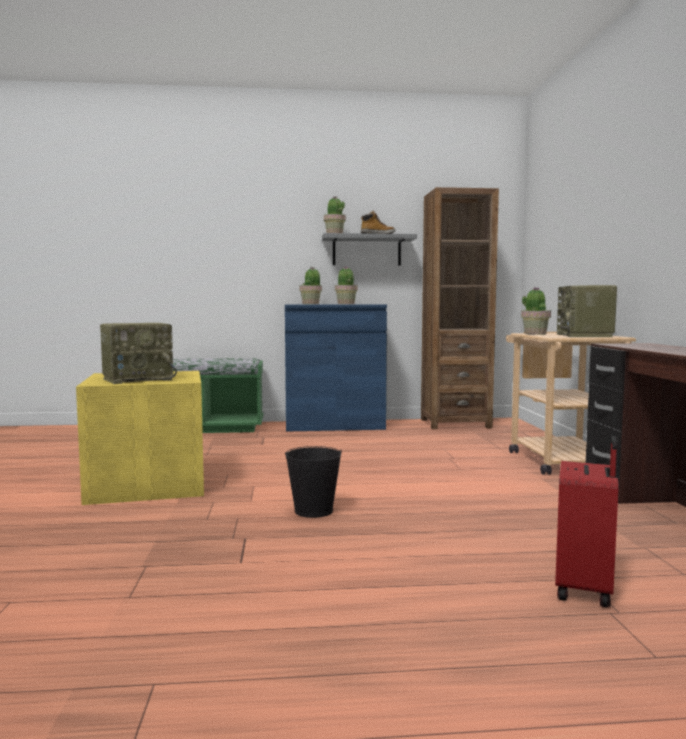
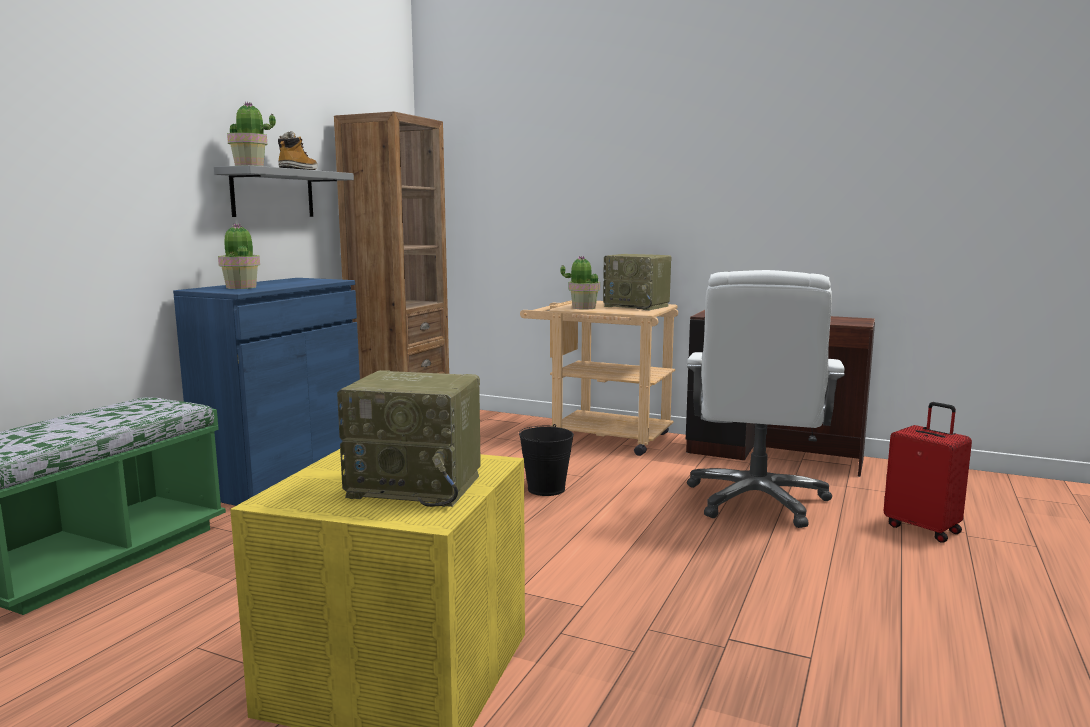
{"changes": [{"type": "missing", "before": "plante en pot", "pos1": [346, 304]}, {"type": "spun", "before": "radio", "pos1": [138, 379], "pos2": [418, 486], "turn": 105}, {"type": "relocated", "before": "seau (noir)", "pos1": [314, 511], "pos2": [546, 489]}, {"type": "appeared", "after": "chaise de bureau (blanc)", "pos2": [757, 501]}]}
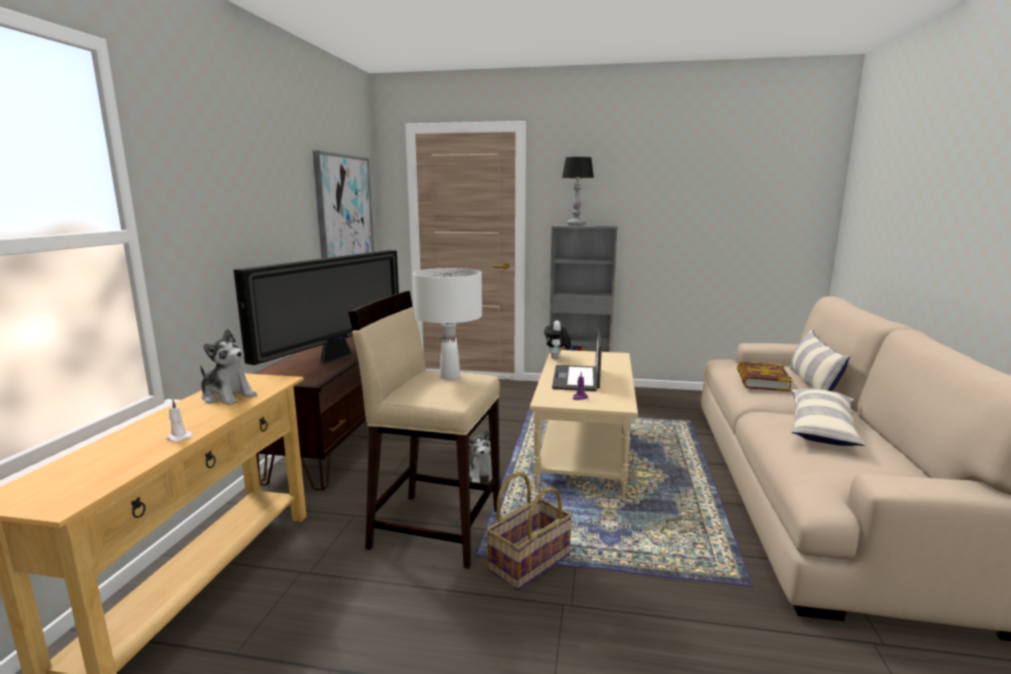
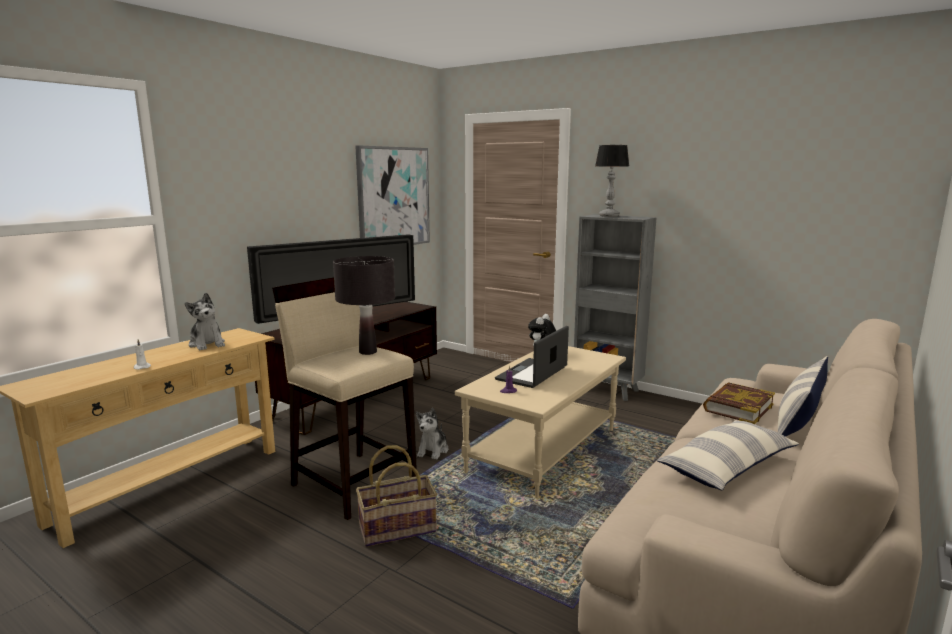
{"changes": [{"type": "colour", "before": "lampe de table (blanc)", "after": "lampe de table (noir)", "pos1": [450, 377], "pos2": [367, 352]}]}
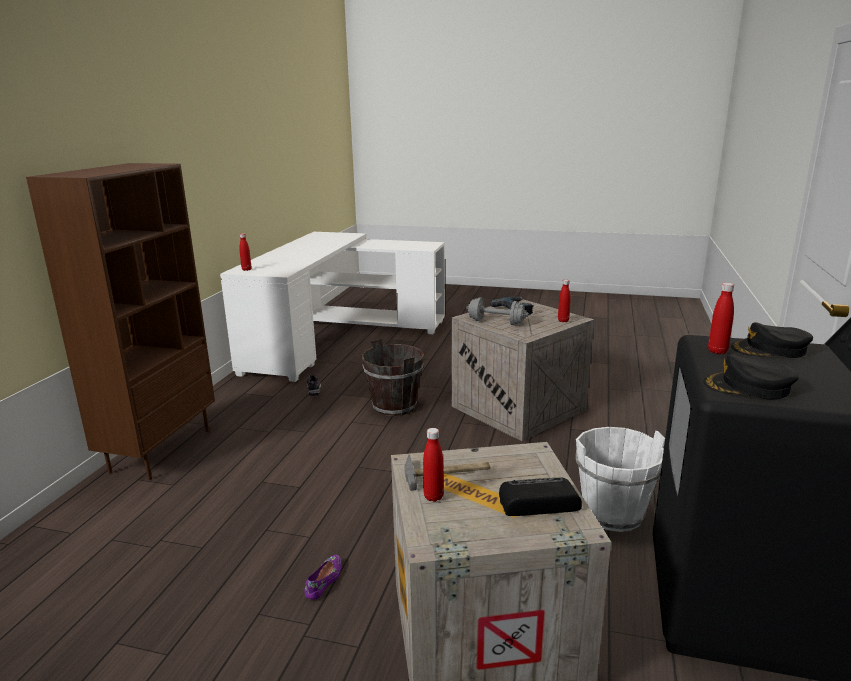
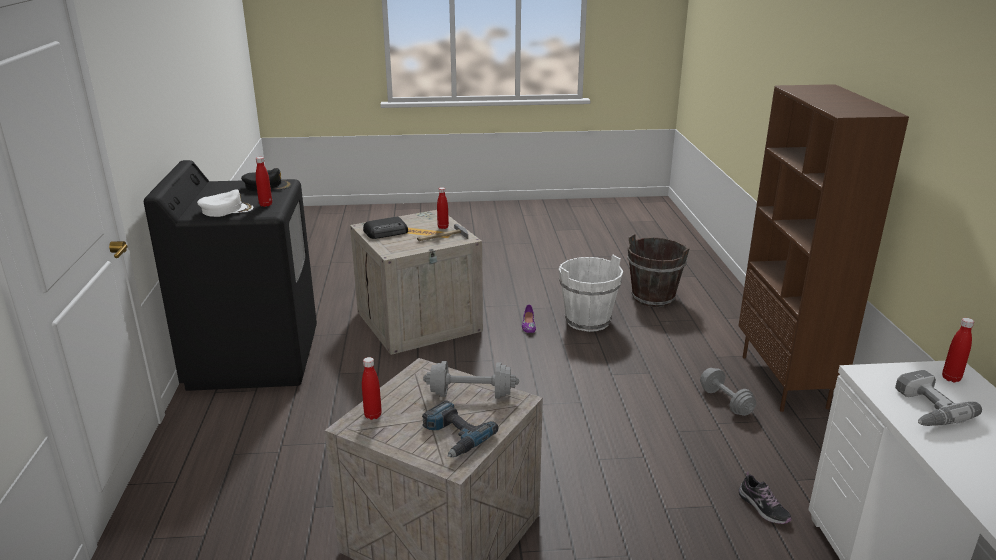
{"changes": [{"type": "colour", "before": "casquette (noir)", "after": "casquette (blanc)", "pos1": [770, 349], "pos2": [226, 210]}, {"type": "relocated", "before": "seau (marron)", "pos1": [394, 406], "pos2": [653, 298]}, {"type": "relocated", "before": "seau (blanc)", "pos1": [612, 513], "pos2": [588, 321]}, {"type": "appeared", "after": "haltère (gris)", "pos2": [725, 402]}, {"type": "appeared", "after": "perceuse", "pos2": [924, 408]}]}
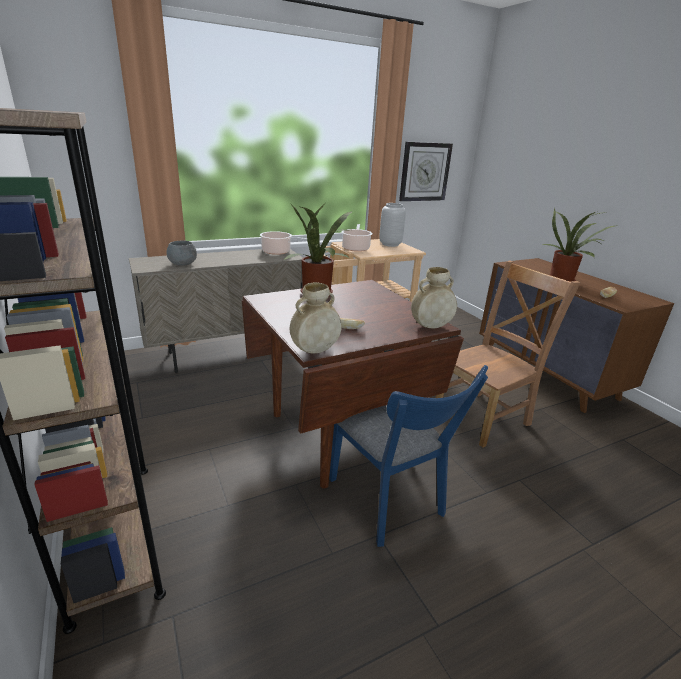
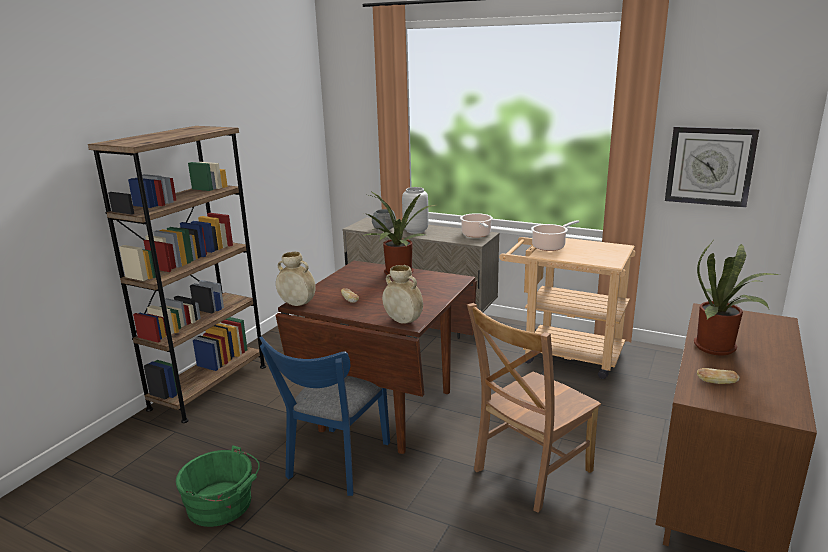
{"changes": [{"type": "relocated", "before": "vase (gris)", "pos1": [390, 244], "pos2": [415, 231]}, {"type": "spun", "before": "chaise (marron)", "pos1": [484, 417], "pos2": [529, 472], "turn": 120}, {"type": "appeared", "after": "seau (vert)", "pos2": [223, 505]}]}
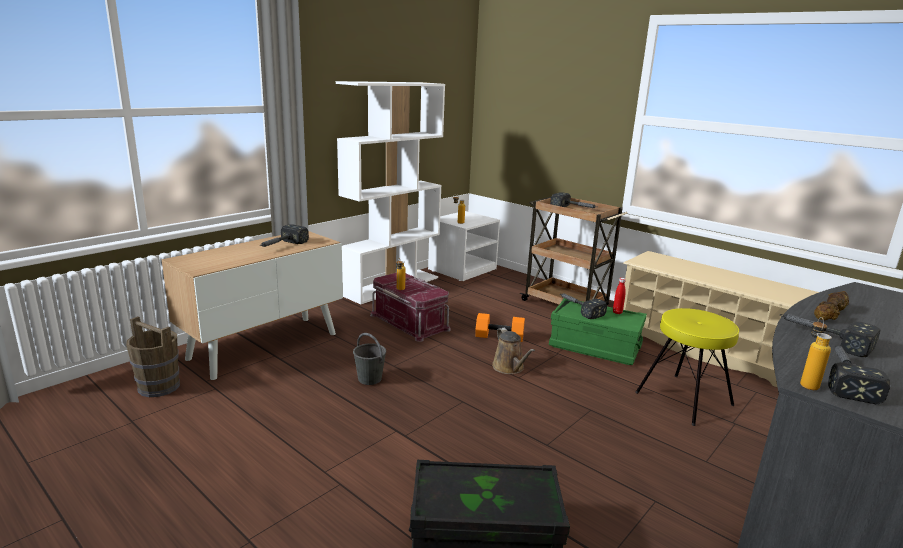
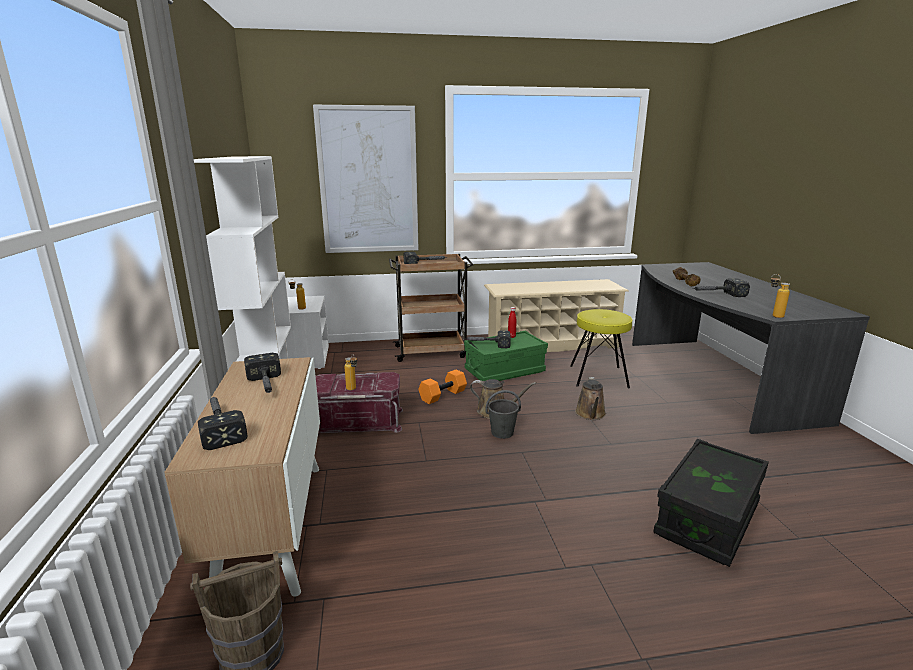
{"changes": [{"type": "relocated", "before": "seau (gris)", "pos1": [370, 379], "pos2": [502, 433]}, {"type": "relocated", "before": "marteau", "pos1": [845, 377], "pos2": [220, 425]}, {"type": "appeared", "after": "tableau", "pos2": [368, 181]}, {"type": "appeared", "after": "arrosoir (marron)", "pos2": [590, 414]}]}
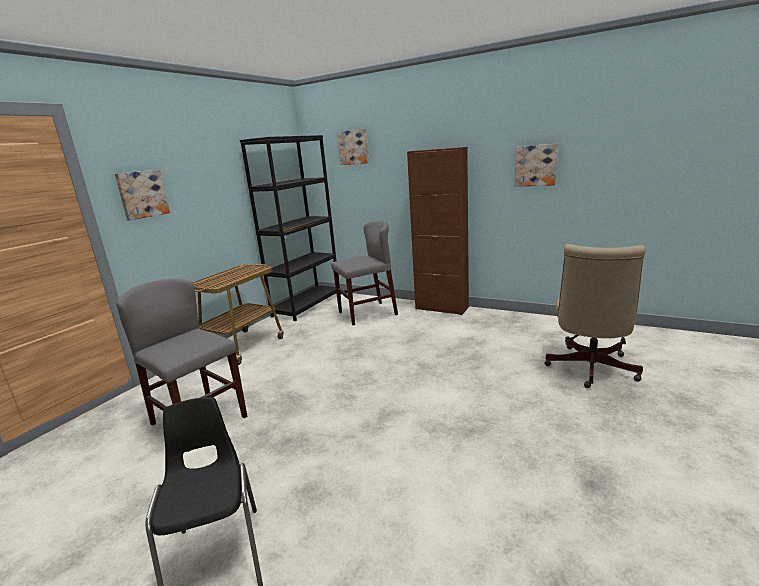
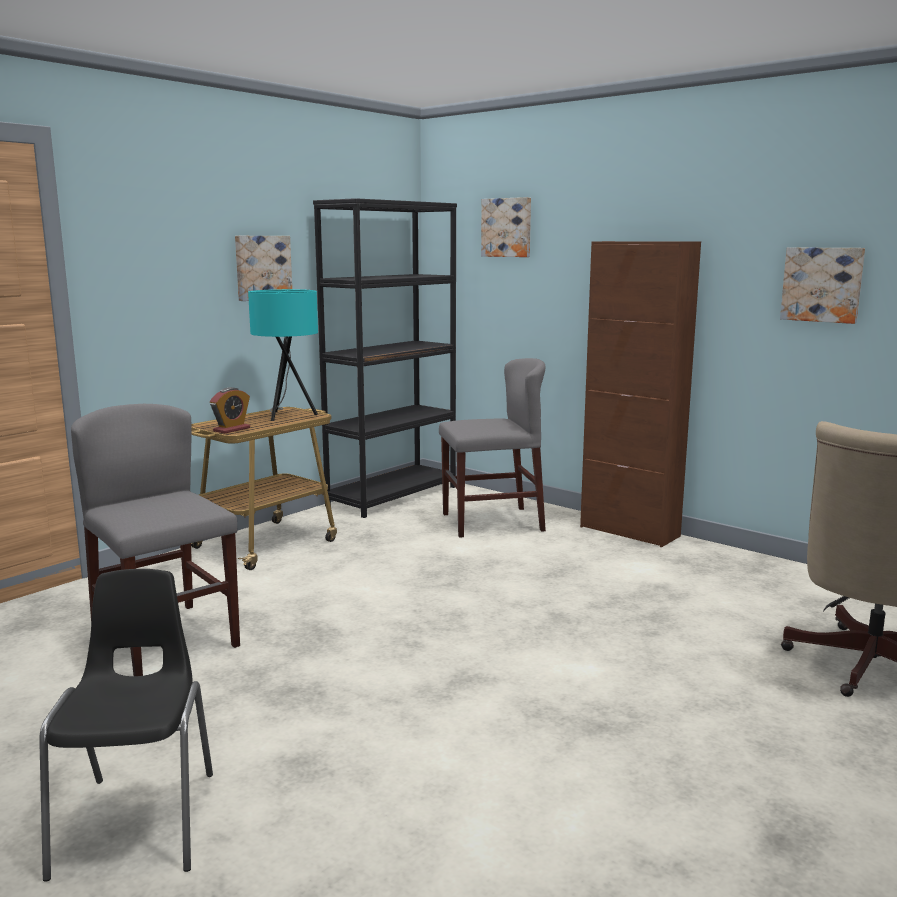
{"changes": [{"type": "relocated", "before": "tableau", "pos1": [142, 194], "pos2": [262, 267]}, {"type": "appeared", "after": "lampe de table (turquoise)", "pos2": [287, 416]}, {"type": "appeared", "after": "réveil", "pos2": [231, 429]}]}
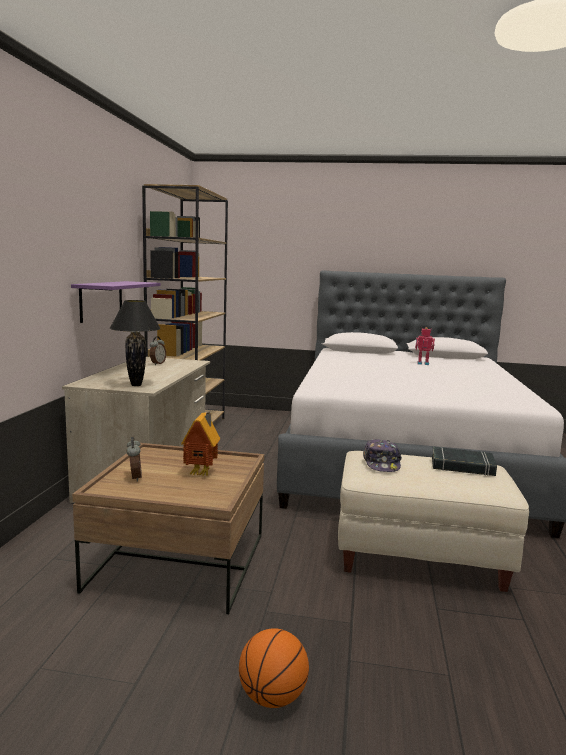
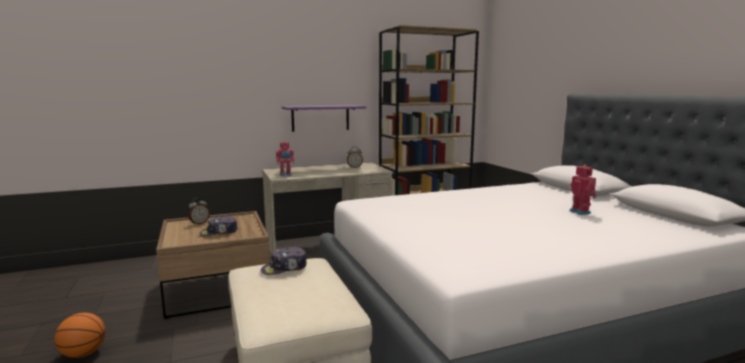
{"changes": [{"type": "exchanged", "before": "lampe de table (noir)", "after": "robot jouet", "pos1": [136, 385], "pos2": [285, 175]}, {"type": "exchanged", "before": "maison miniature", "after": "casquette", "pos1": [202, 473], "pos2": [219, 233]}, {"type": "missing", "before": "livre (noir)", "pos1": [462, 466]}]}
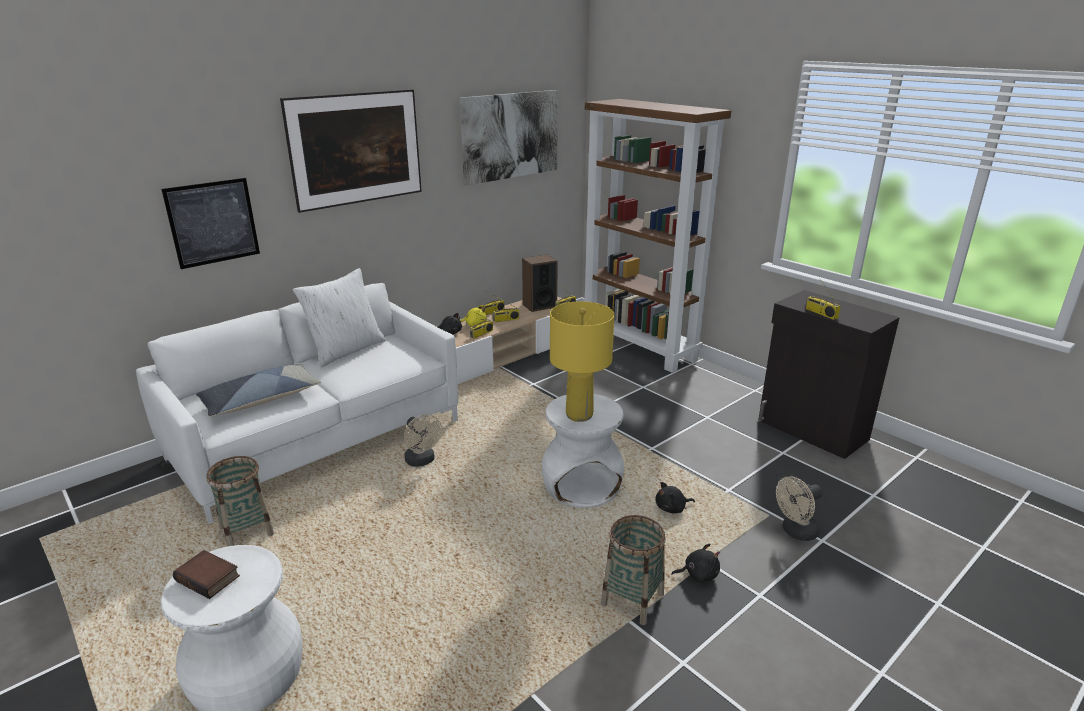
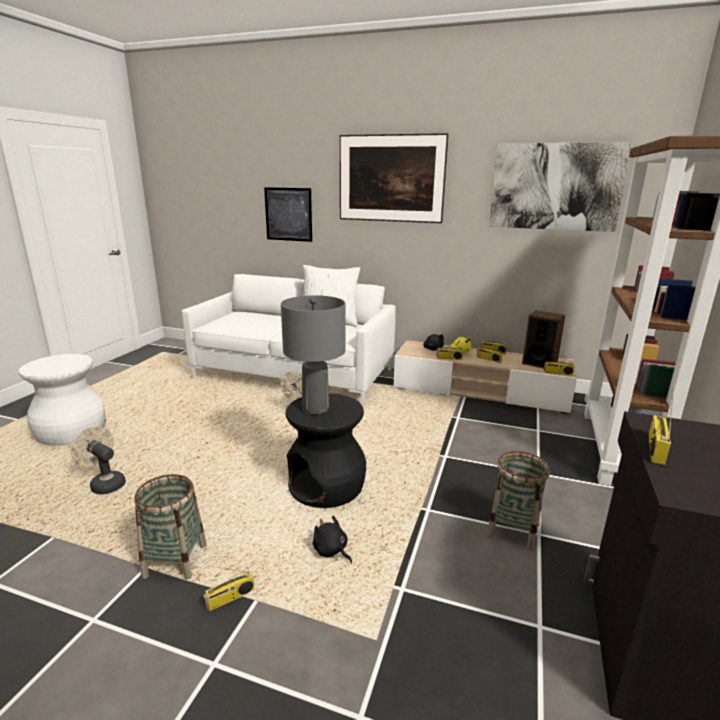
{"changes": [{"type": "colour", "before": "lampe de table (jaune)", "after": "lampe de table (gris)", "pos1": [579, 415], "pos2": [315, 409]}, {"type": "missing", "before": "coussin", "pos1": [260, 399]}, {"type": "colour", "before": "tabouret (blanc)", "after": "tabouret (noir)", "pos1": [582, 485], "pos2": [327, 485]}, {"type": "relocated", "before": "panier", "pos1": [247, 532], "pos2": [513, 530]}, {"type": "relocated", "before": "ventilateur (beige)", "pos1": [795, 532], "pos2": [105, 484]}, {"type": "exchanged", "before": "peluche (noir)", "after": "radio", "pos1": [698, 574], "pos2": [230, 599]}, {"type": "missing", "before": "livre", "pos1": [209, 578]}]}
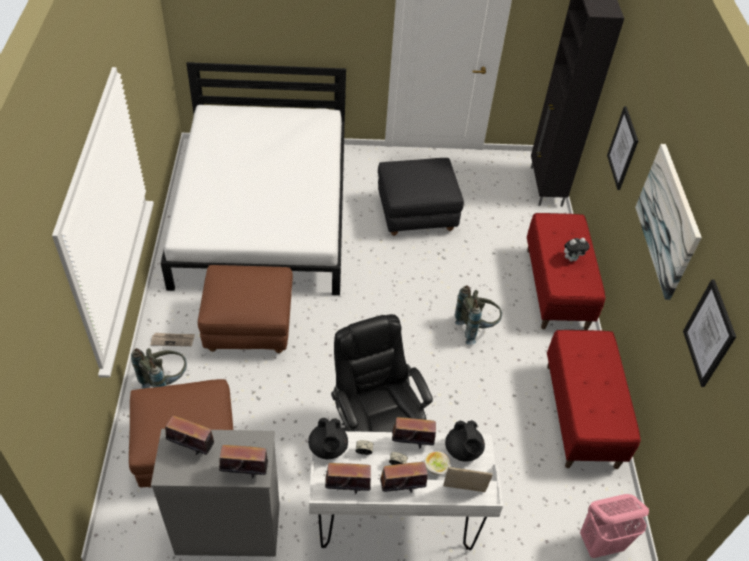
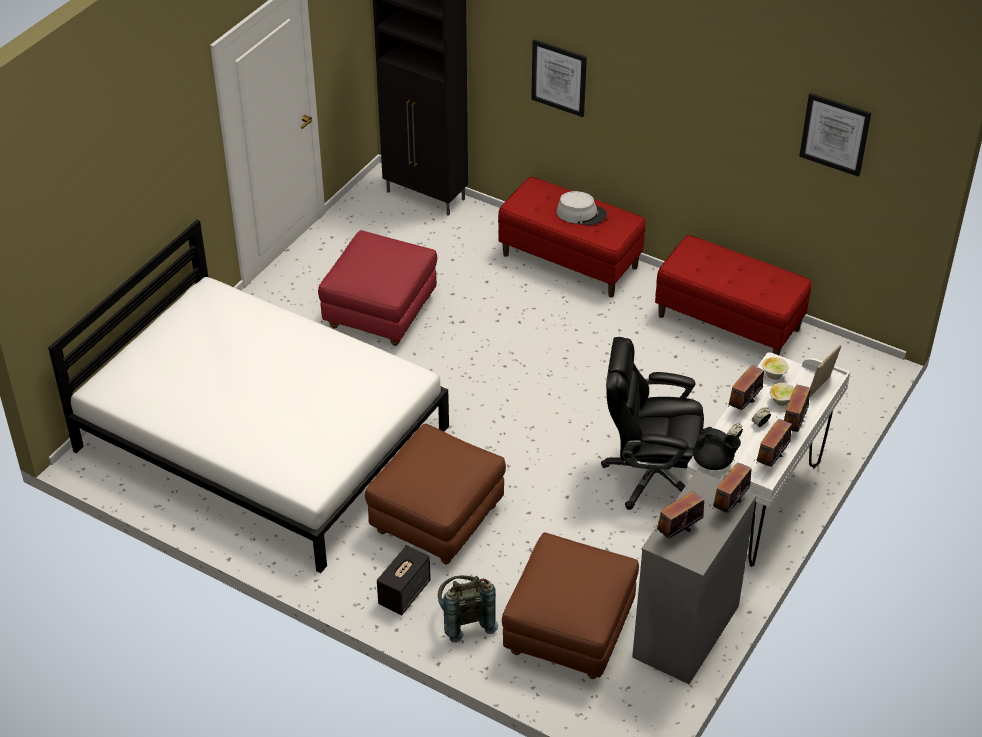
{"changes": [{"type": "missing", "before": "tableau", "pos1": [668, 220]}, {"type": "colour", "before": "pouf (noir)", "after": "pouf (rouge)", "pos1": [416, 215], "pos2": [380, 313]}, {"type": "exchanged", "before": "peluche", "after": "chapeau (gris)", "pos1": [572, 258], "pos2": [581, 214]}, {"type": "missing", "before": "sac à dos (gris)", "pos1": [476, 328]}, {"type": "exchanged", "before": "journal", "after": "enceinte", "pos1": [173, 340], "pos2": [404, 592]}, {"type": "exchanged", "before": "théière (noir)", "after": "bol", "pos1": [463, 450], "pos2": [773, 376]}, {"type": "missing", "before": "panier à linge (rose)", "pos1": [601, 543]}]}
